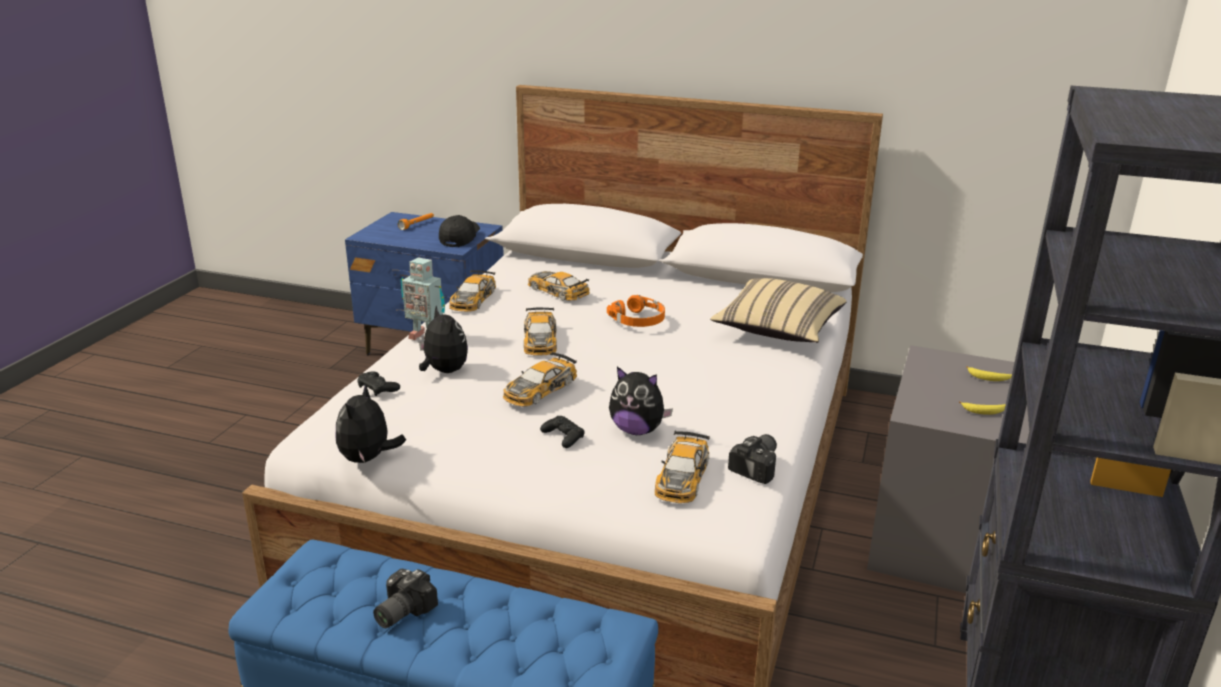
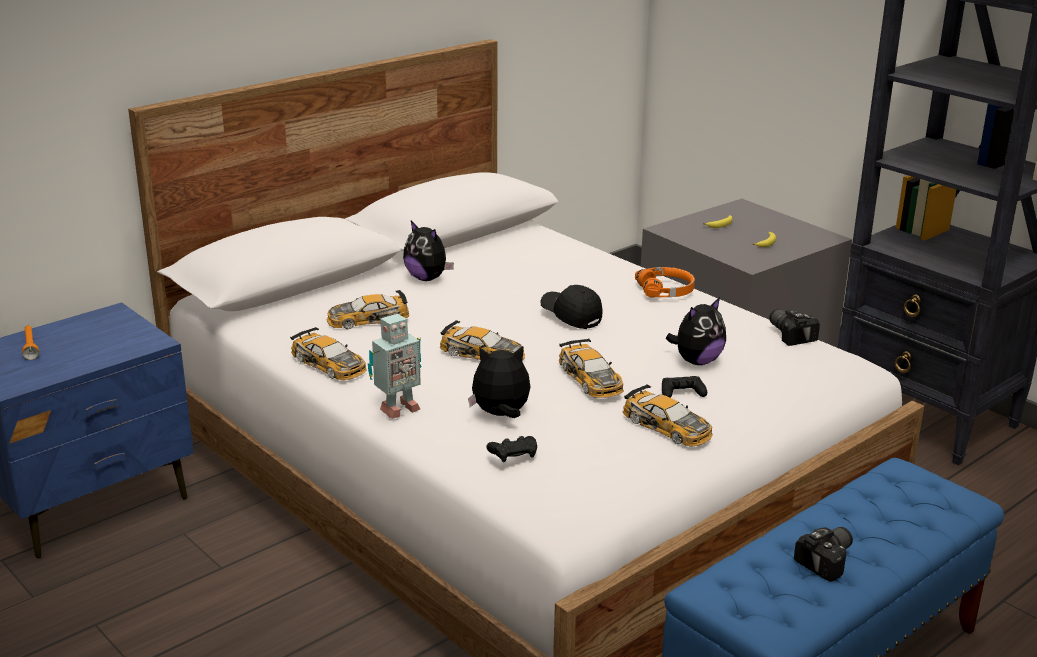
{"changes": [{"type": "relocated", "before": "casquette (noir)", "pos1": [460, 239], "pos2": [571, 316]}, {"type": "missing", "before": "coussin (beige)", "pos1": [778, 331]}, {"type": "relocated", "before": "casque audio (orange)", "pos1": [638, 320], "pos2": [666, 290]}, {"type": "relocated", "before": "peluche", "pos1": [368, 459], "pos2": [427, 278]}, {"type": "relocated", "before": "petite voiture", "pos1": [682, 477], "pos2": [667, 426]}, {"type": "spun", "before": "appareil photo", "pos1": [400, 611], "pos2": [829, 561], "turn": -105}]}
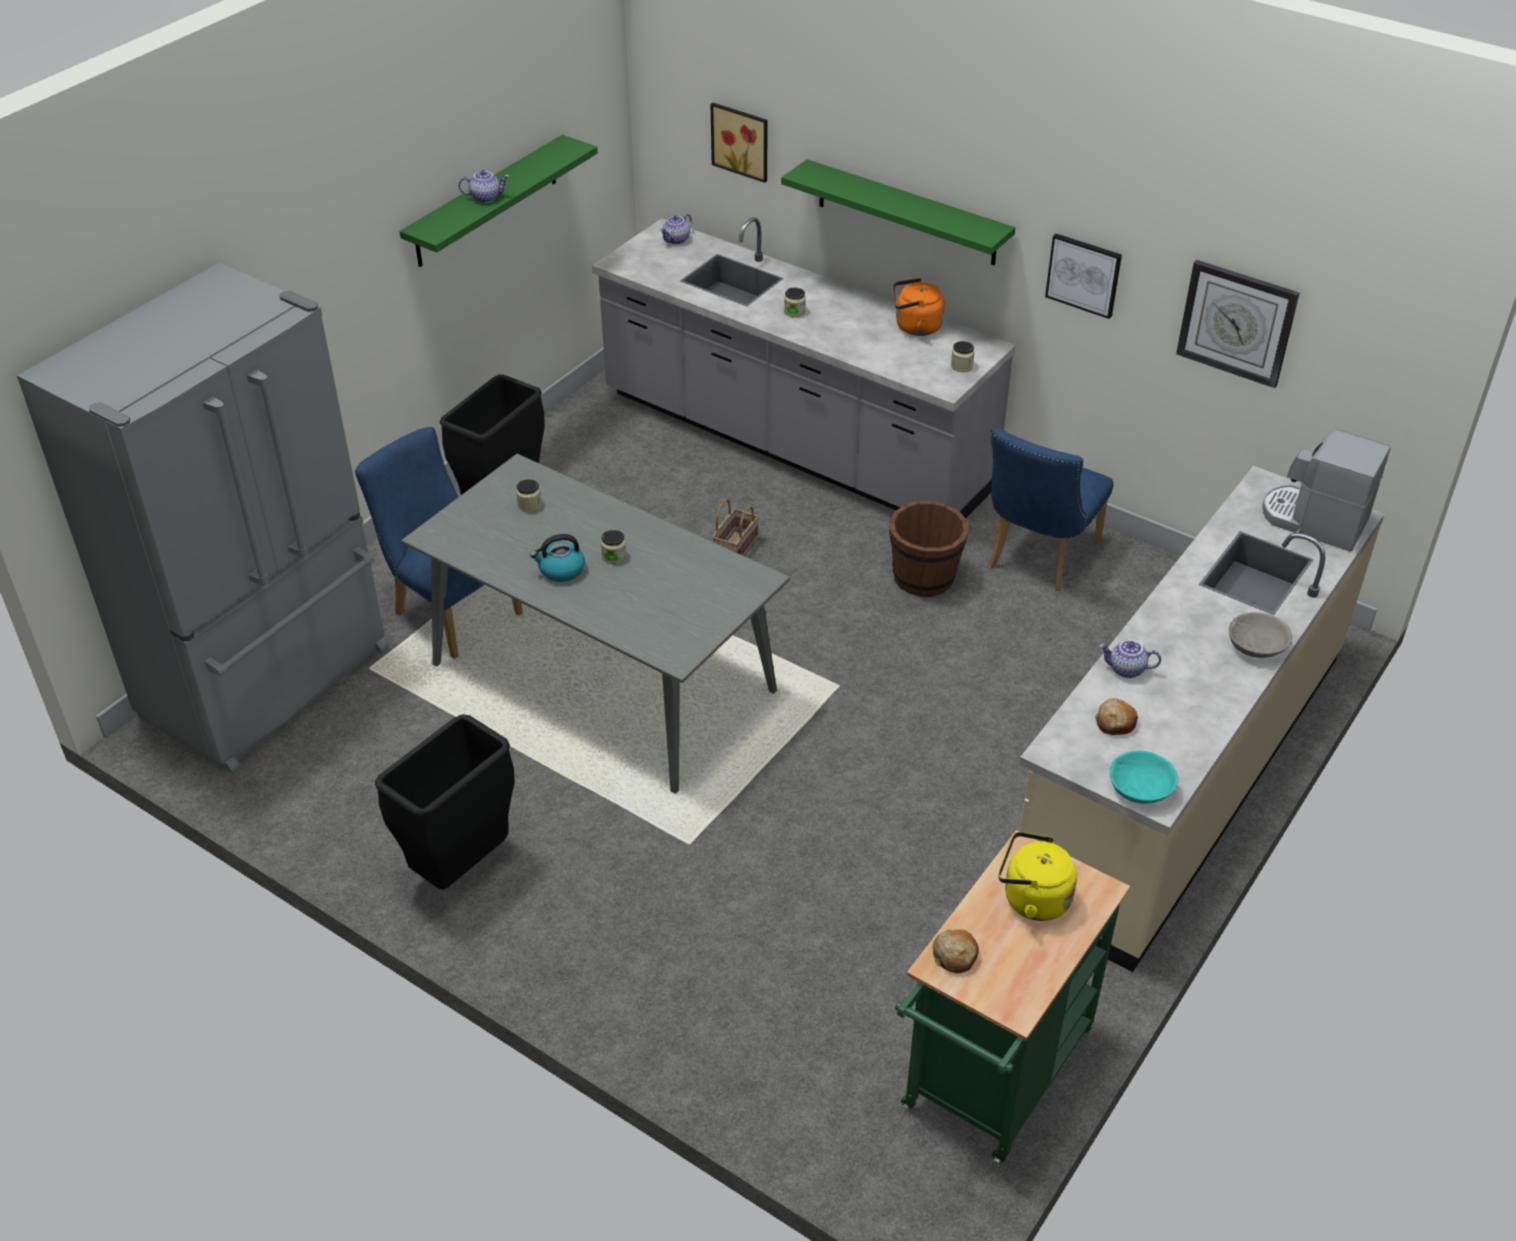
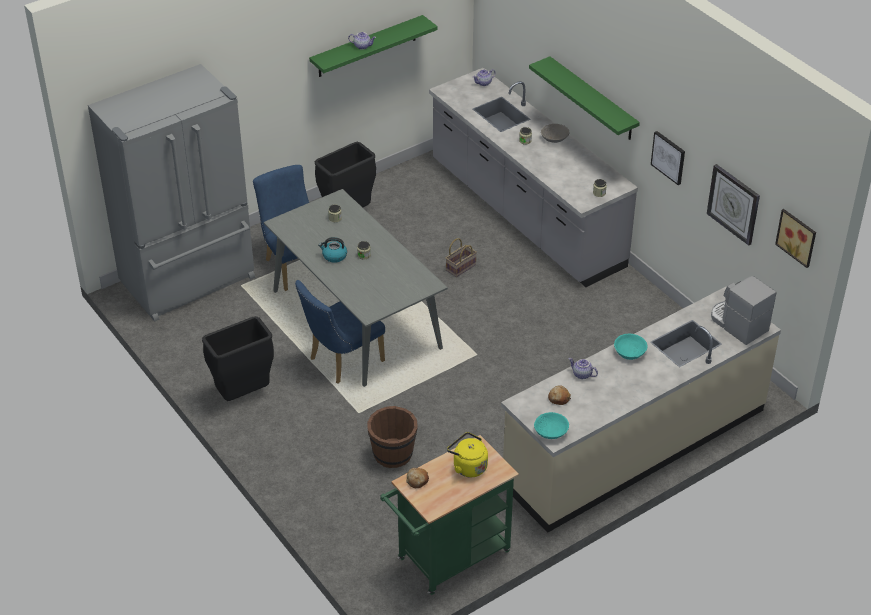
{"changes": [{"type": "relocated", "before": "tableau", "pos1": [741, 140], "pos2": [797, 237]}, {"type": "missing", "before": "bouilloire (orange)", "pos1": [915, 327]}, {"type": "relocated", "before": "chaise (bleu)", "pos1": [1037, 558], "pos2": [341, 361]}, {"type": "relocated", "before": "seau (marron)", "pos1": [924, 578], "pos2": [393, 454]}, {"type": "relocated", "before": "bol (gris)", "pos1": [1256, 646], "pos2": [554, 138]}, {"type": "appeared", "after": "bol (turquoise)", "pos2": [629, 352]}]}
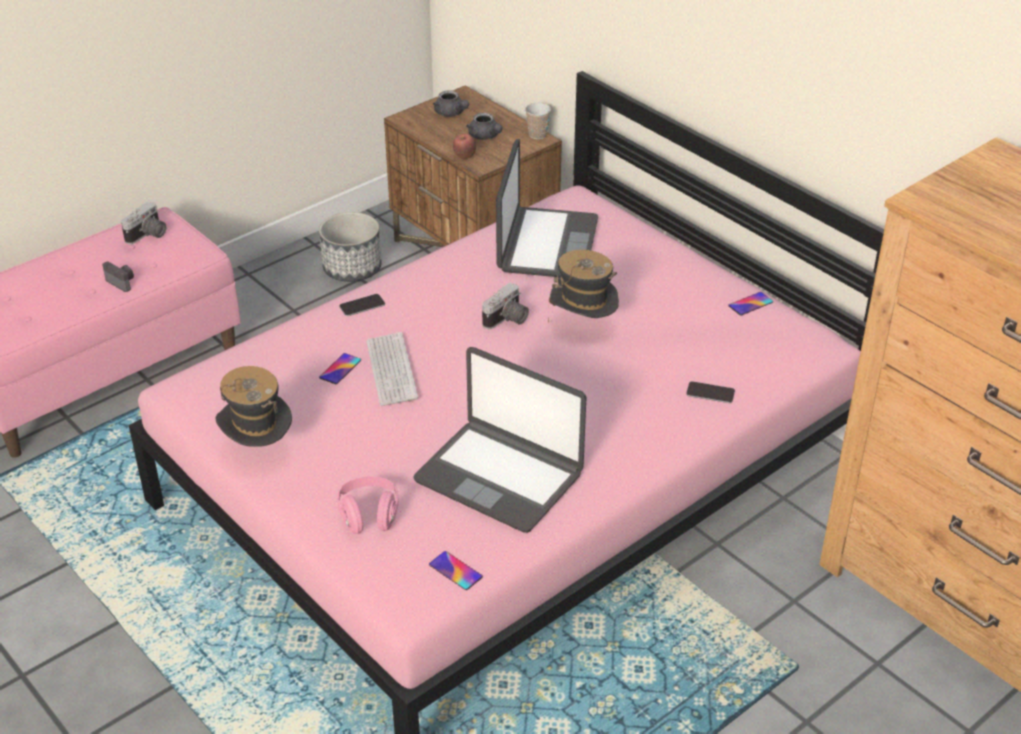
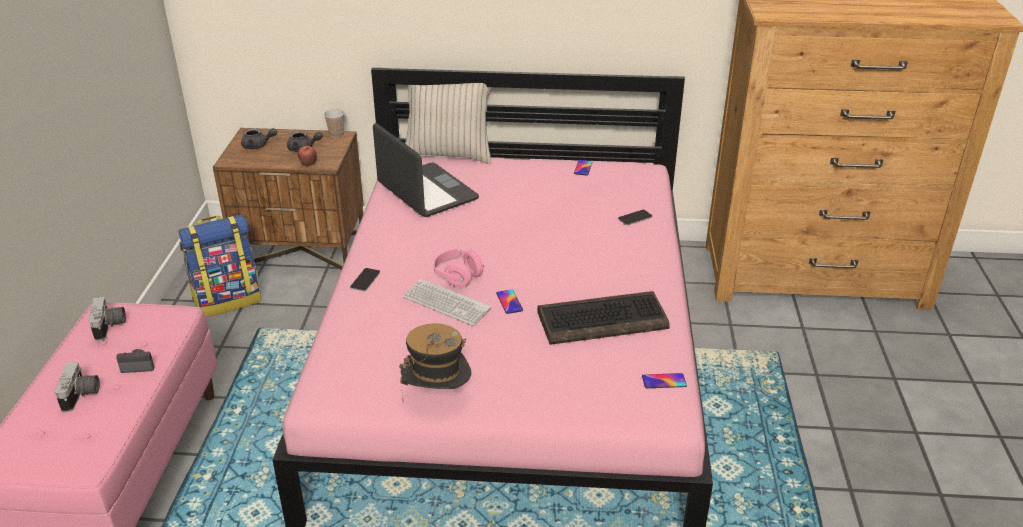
{"changes": [{"type": "exchanged", "before": "cache-pot", "after": "sac à dos", "pos1": [352, 268], "pos2": [228, 300]}, {"type": "missing", "before": "chapeau", "pos1": [582, 327]}, {"type": "relocated", "before": "appareil photo", "pos1": [507, 320], "pos2": [82, 396]}, {"type": "exchanged", "before": "ordinateur portable", "after": "clavier", "pos1": [499, 476], "pos2": [603, 320]}, {"type": "relocated", "before": "téléphone", "pos1": [340, 369], "pos2": [509, 302]}, {"type": "relocated", "before": "casque audio (rose)", "pos1": [369, 516], "pos2": [457, 277]}, {"type": "appeared", "after": "coussin (beige)", "pos2": [448, 153]}]}
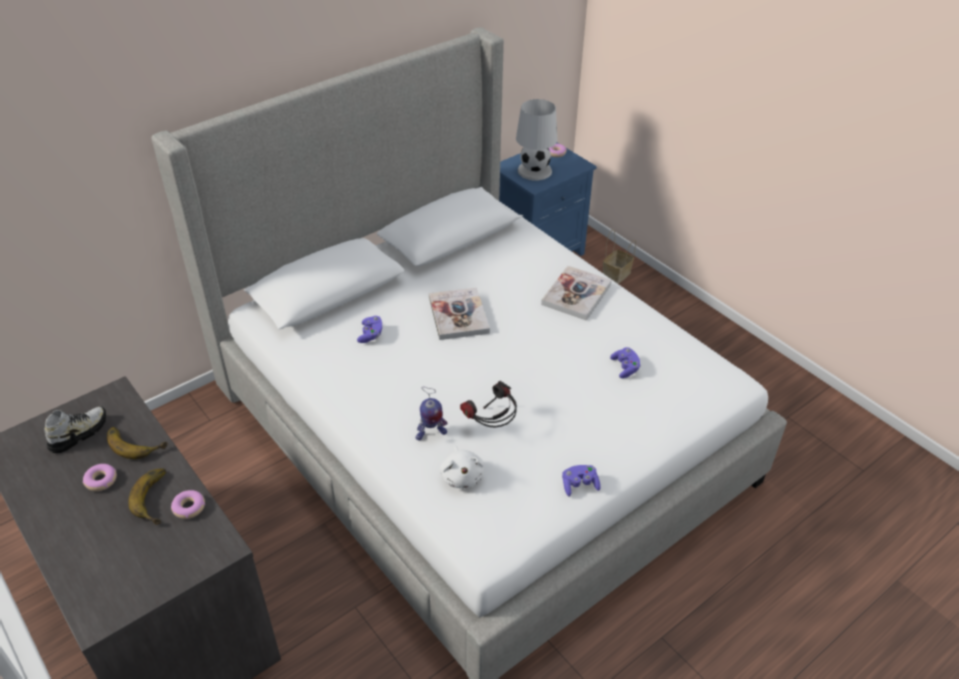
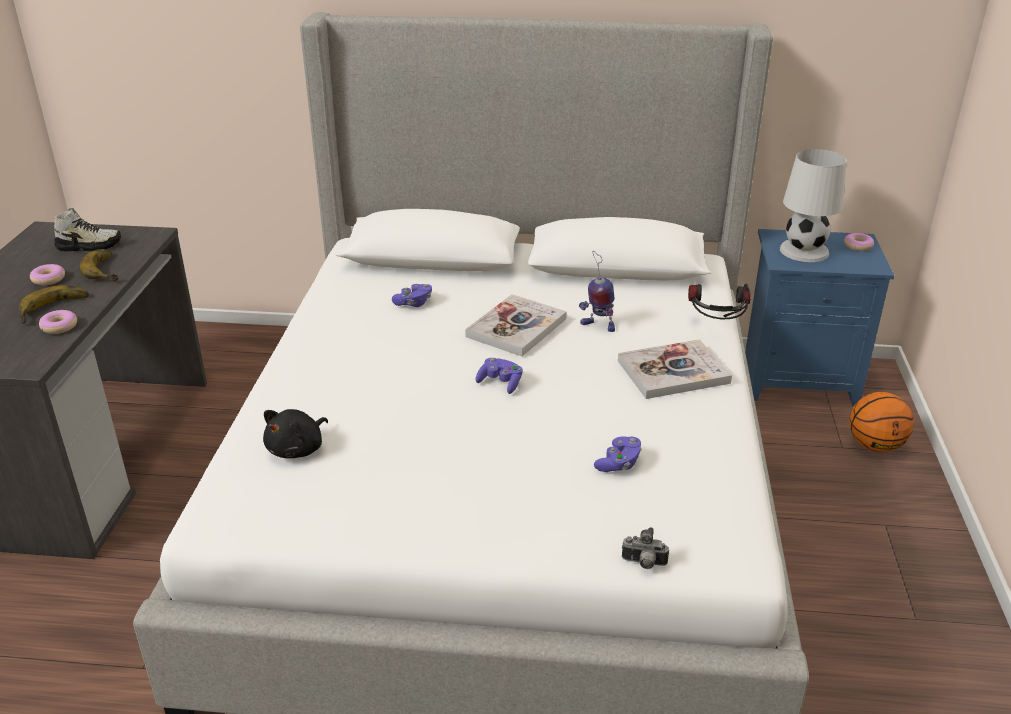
{"changes": [{"type": "exchanged", "before": "panier", "after": "ballon de basket", "pos1": [616, 275], "pos2": [874, 446]}, {"type": "relocated", "before": "casque audio", "pos1": [491, 426], "pos2": [715, 329]}, {"type": "relocated", "before": "robot jouet", "pos1": [430, 434], "pos2": [597, 326]}, {"type": "colour", "before": "peluche (blanc)", "after": "peluche (noir)", "pos1": [462, 476], "pos2": [298, 449]}, {"type": "relocated", "before": "manette (violet)", "pos1": [579, 485], "pos2": [500, 383]}, {"type": "appeared", "after": "appareil photo", "pos2": [643, 564]}]}
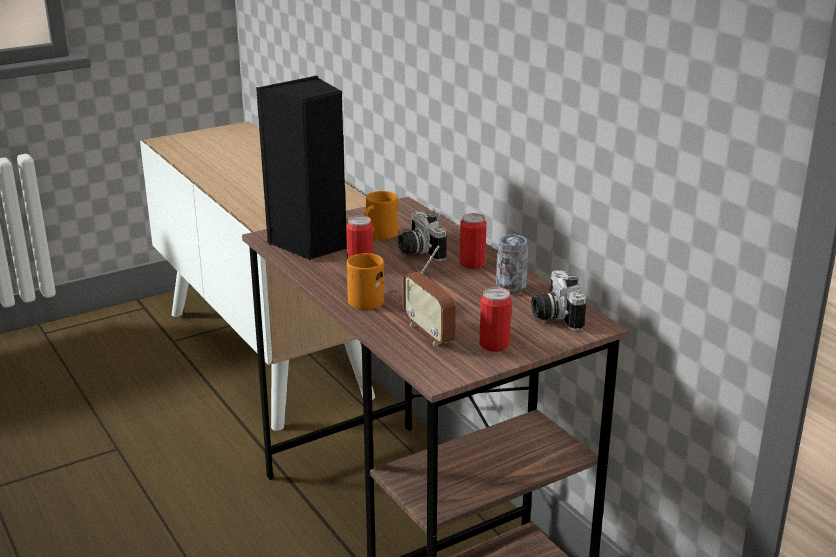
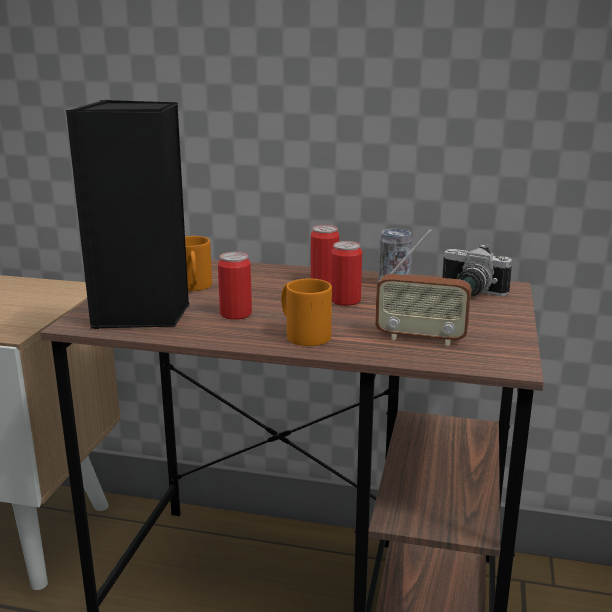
{"changes": [{"type": "missing", "before": "appareil photo", "pos1": [417, 251]}, {"type": "relocated", "before": "boîte métallique", "pos1": [494, 345], "pos2": [345, 301]}]}
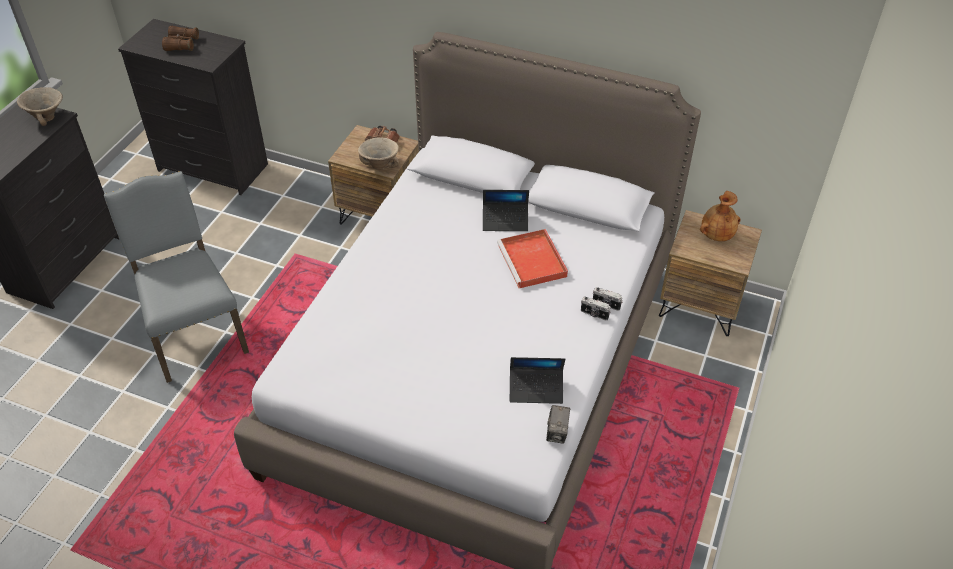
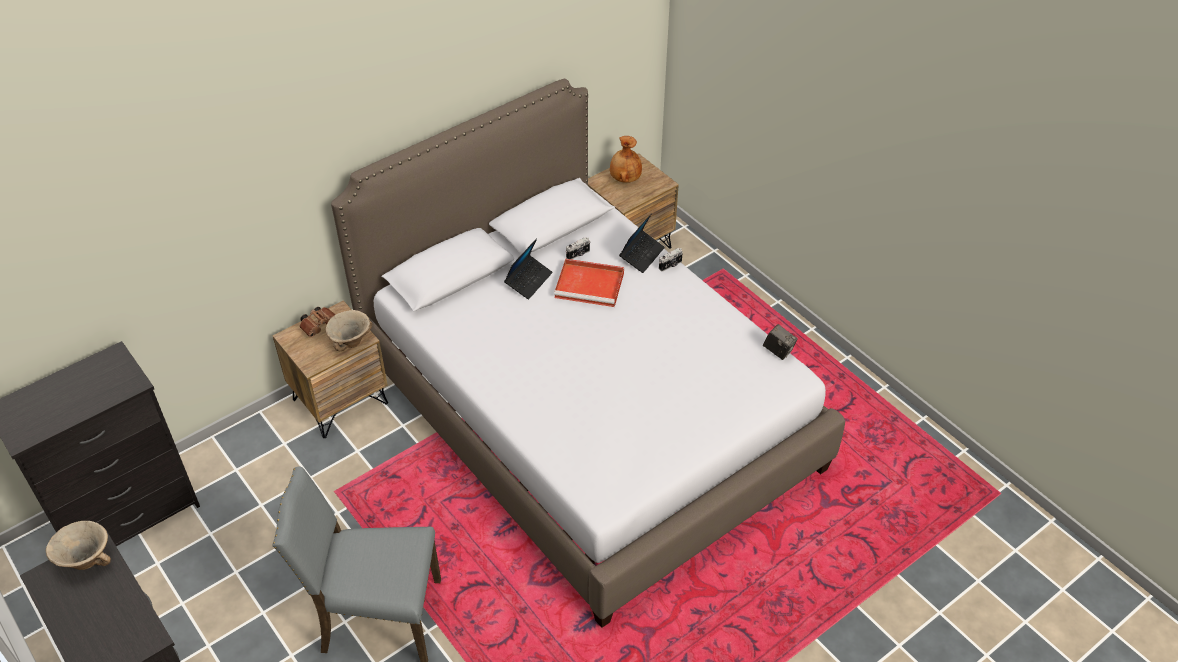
{"changes": [{"type": "missing", "before": "jumelles (marron)", "pos1": [182, 44]}, {"type": "relocated", "before": "appareil photo", "pos1": [594, 314], "pos2": [578, 254]}, {"type": "relocated", "before": "ordinateur portable", "pos1": [536, 389], "pos2": [642, 255]}]}
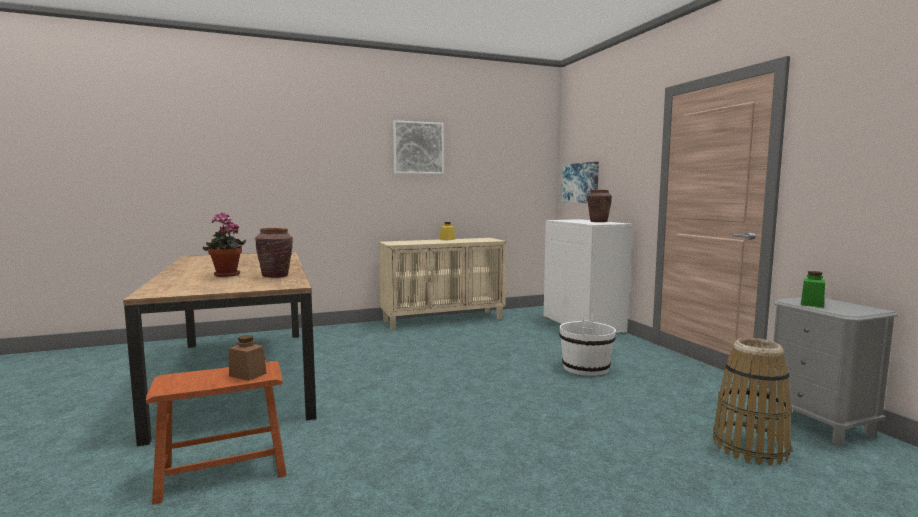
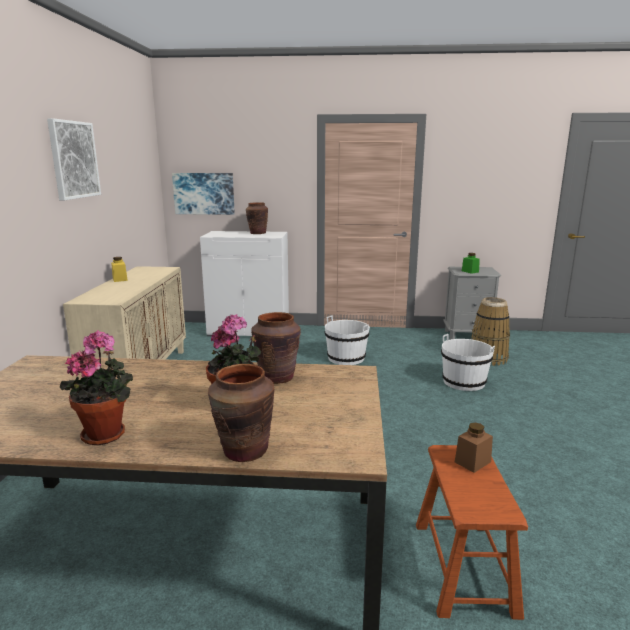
{"changes": [{"type": "appeared", "after": "plante en pot", "pos2": [107, 433]}, {"type": "appeared", "after": "seau (blanc)", "pos2": [464, 382]}, {"type": "appeared", "after": "vase (marron)", "pos2": [244, 450]}]}
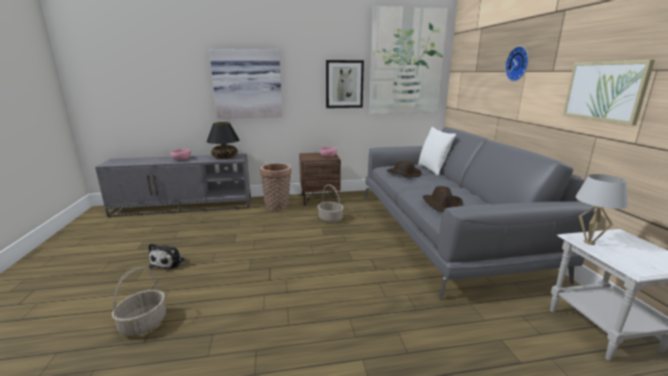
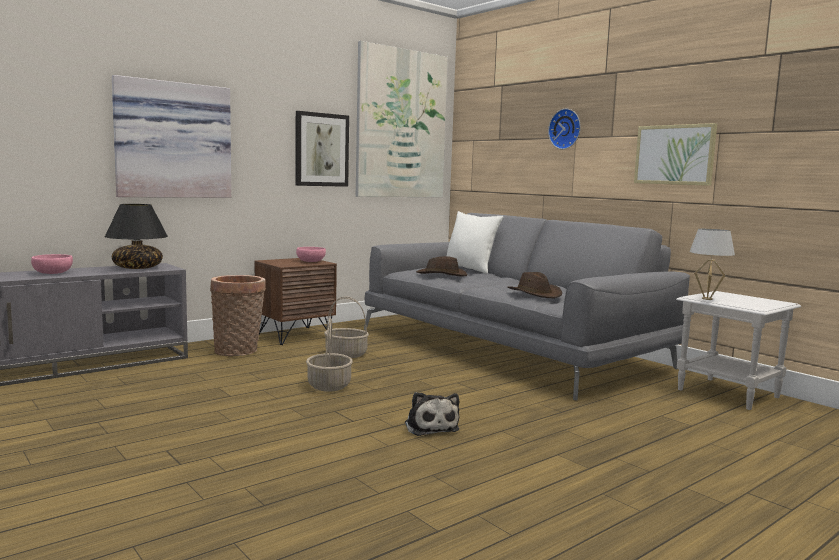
{"changes": [{"type": "relocated", "before": "peluche", "pos1": [169, 262], "pos2": [430, 426]}, {"type": "relocated", "before": "panier", "pos1": [143, 323], "pos2": [328, 385]}]}
